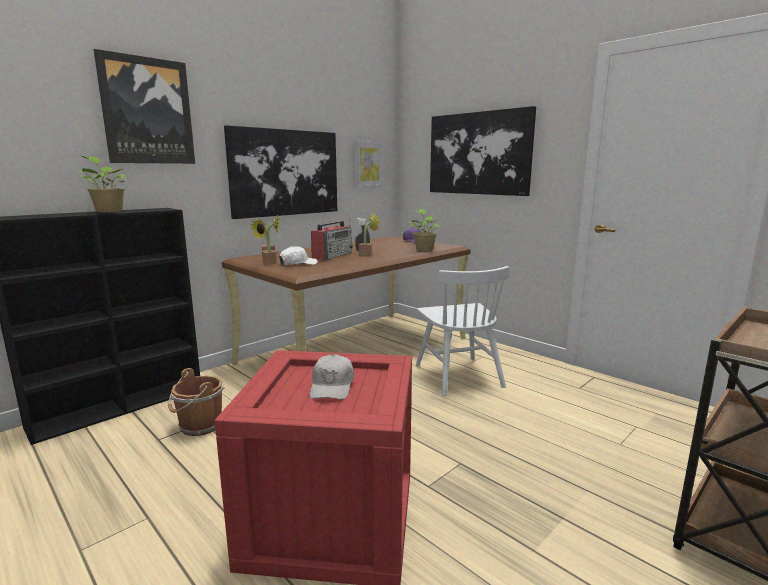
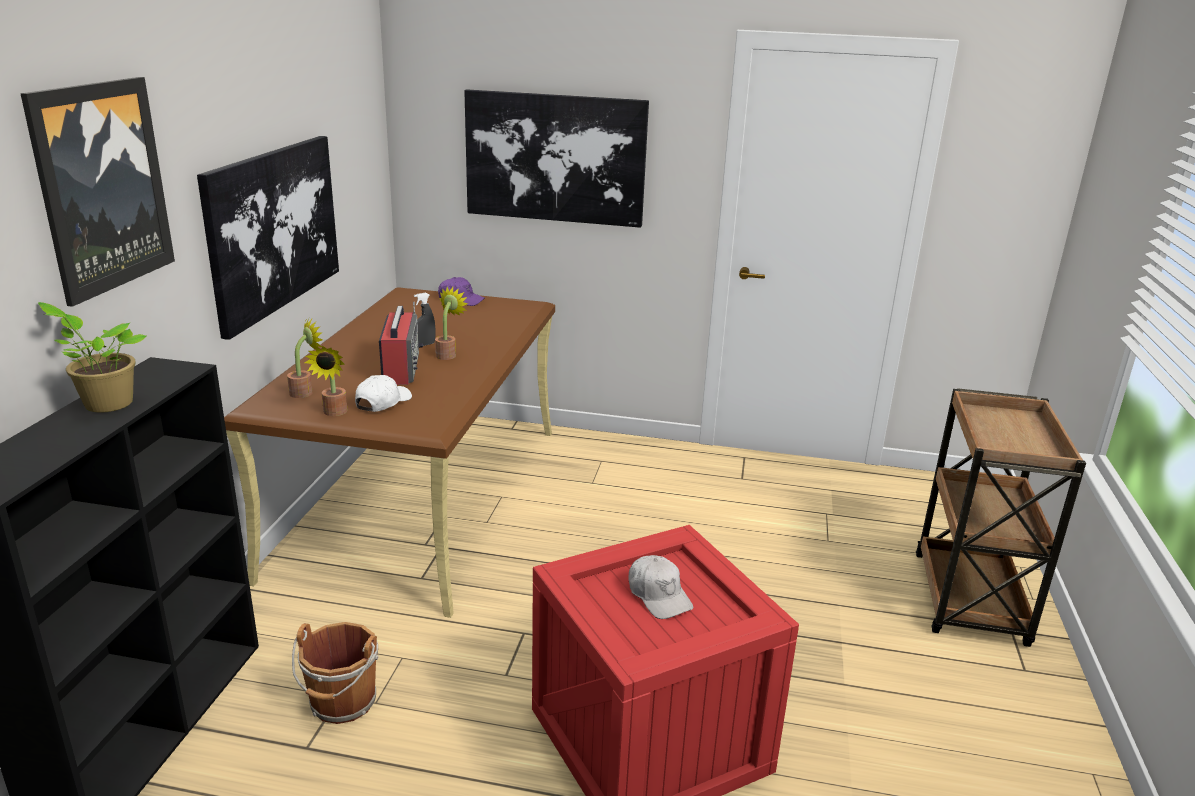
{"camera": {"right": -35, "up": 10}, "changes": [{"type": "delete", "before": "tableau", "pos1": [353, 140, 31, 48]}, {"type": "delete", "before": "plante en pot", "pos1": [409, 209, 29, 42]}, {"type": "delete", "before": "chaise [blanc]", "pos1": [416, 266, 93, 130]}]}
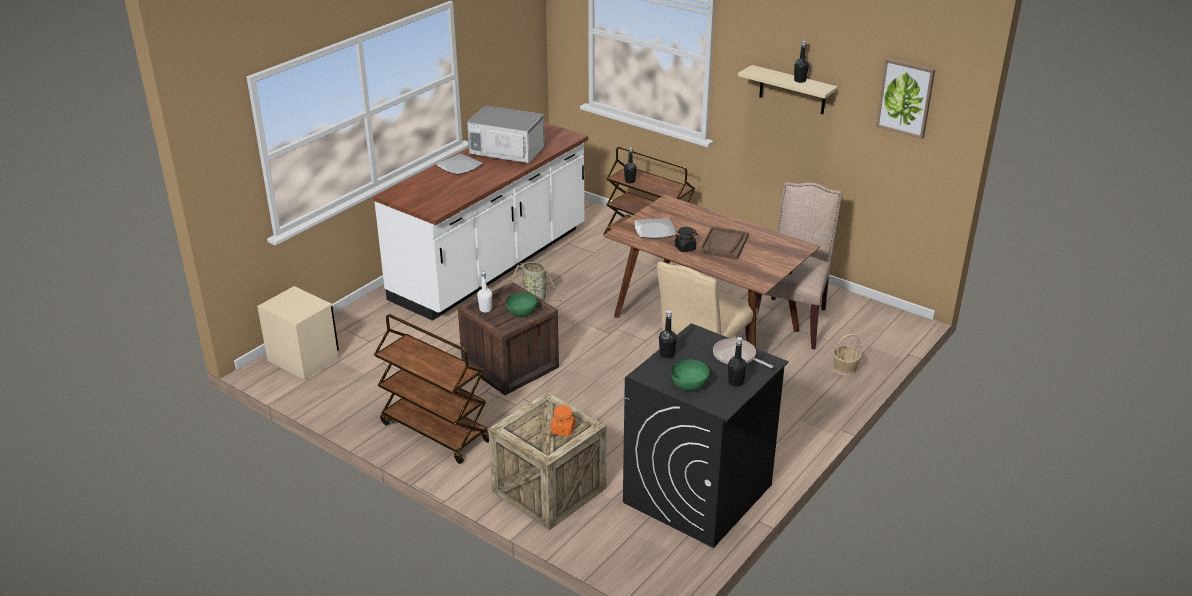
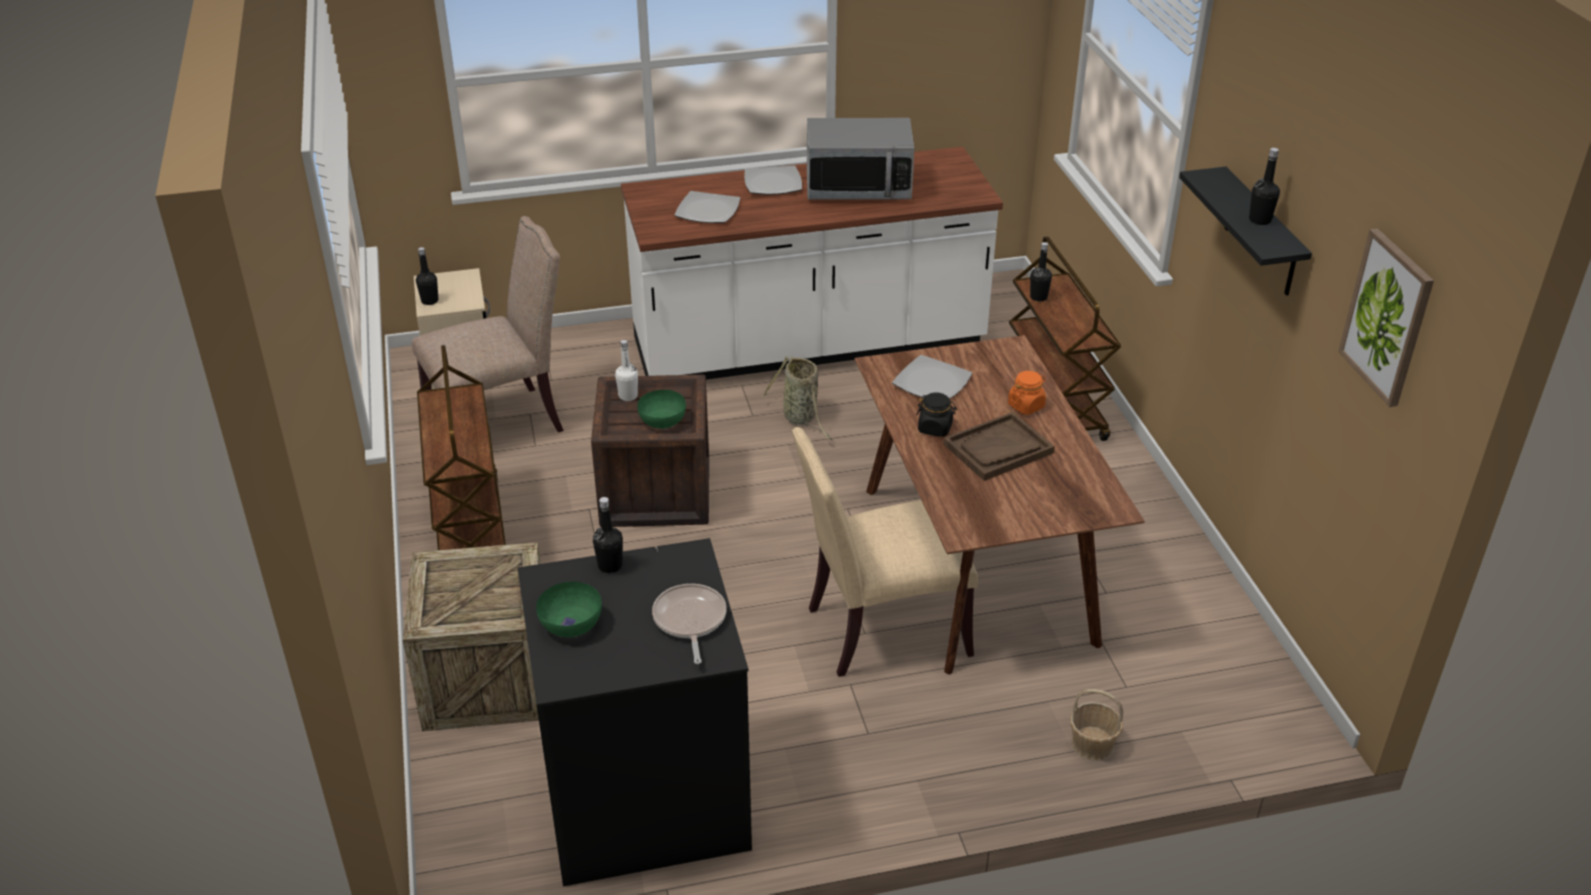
{"camera": {"right": 40, "up": 5}, "changes": [{"type": "insert", "after": "assiette", "pos2": [674, 191, 66, 32]}, {"type": "move", "before": "bocal [orange]", "pos1": [551, 405, 24, 31], "pos2": [1008, 371, 38, 44]}, {"type": "move", "before": "bouteille [noir]", "pos1": [728, 337, 19, 50], "pos2": [416, 247, 22, 58]}, {"type": "move", "before": "chaise [beige]", "pos1": [756, 182, 86, 168], "pos2": [412, 216, 152, 217]}, {"type": "recolor", "before": "étagère [beige]", "after": "étagère [noir]", "pos1": [738, 65, 100, 49], "pos2": [1179, 167, 133, 129]}, {"type": "rotate", "before": "micro-ondes", "pos1": [467, 106, 78, 57], "pos2": [807, 118, 107, 82], "turn": 120}]}
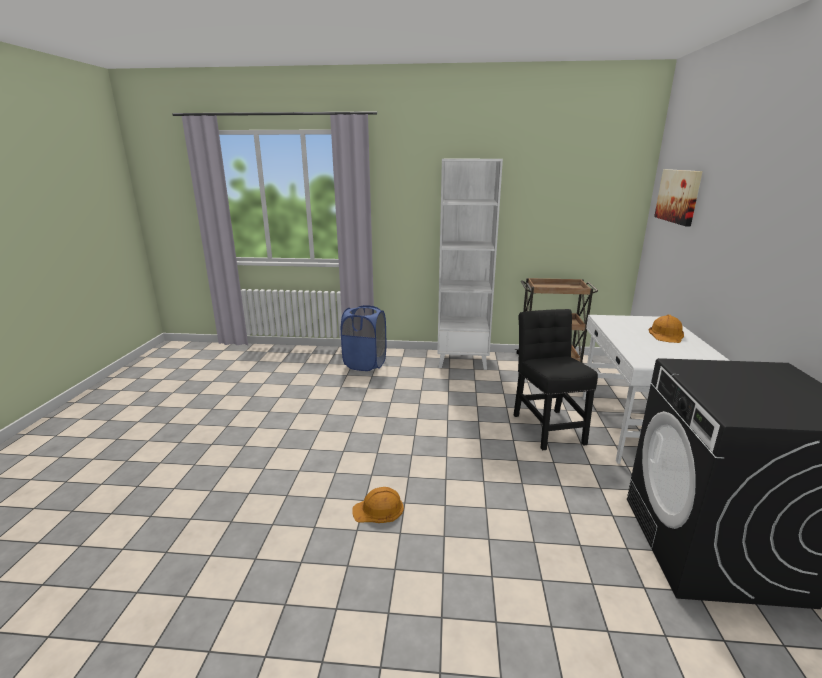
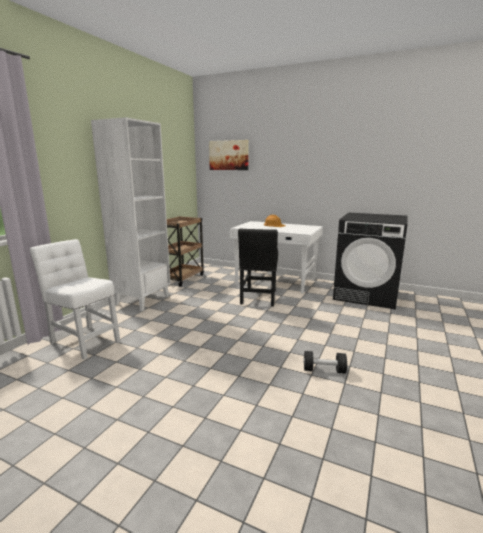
{"camera": {"right": -70, "up": -5}, "changes": [{"type": "replace", "before": "panier à linge [bleu]", "after": "chaise [blanc]", "pos1": [341, 305, 45, 66], "pos2": [30, 239, 90, 120]}, {"type": "replace", "before": "casque de chantier [orange]", "after": "haltère [noir]", "pos1": [352, 487, 52, 36], "pos2": [303, 351, 44, 23]}, {"type": "rotate", "before": "chaise [noir]", "pos1": [514, 309, 84, 141], "pos2": [238, 229, 40, 77], "turn": -90}]}
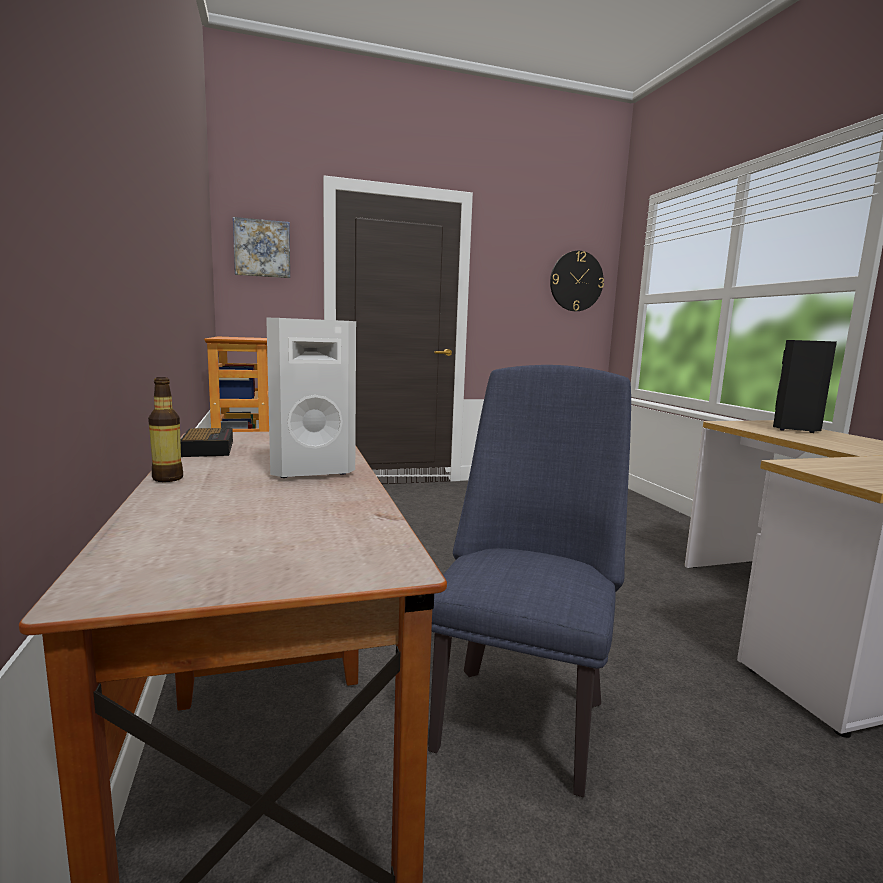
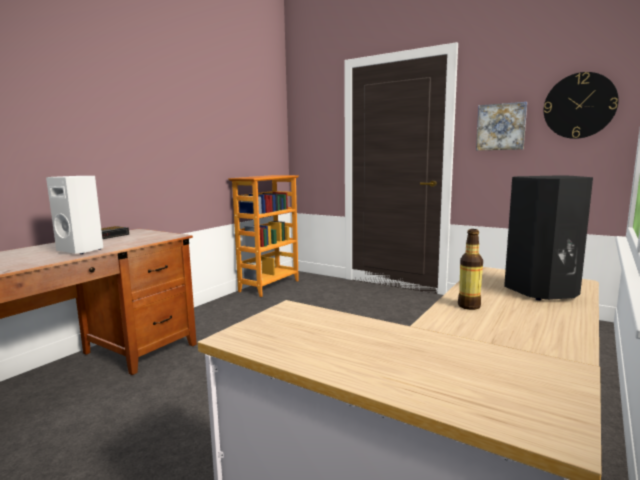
{"camera": {"right": 50, "up": 0}, "changes": [{"type": "delete", "before": "chaise [bleu]", "pos1": [428, 365, 203, 432]}, {"type": "move", "before": "bouteille", "pos1": [148, 377, 35, 105], "pos2": [458, 229, 25, 81]}, {"type": "move", "before": "tableau", "pos1": [233, 217, 57, 61], "pos2": [476, 102, 51, 48]}]}
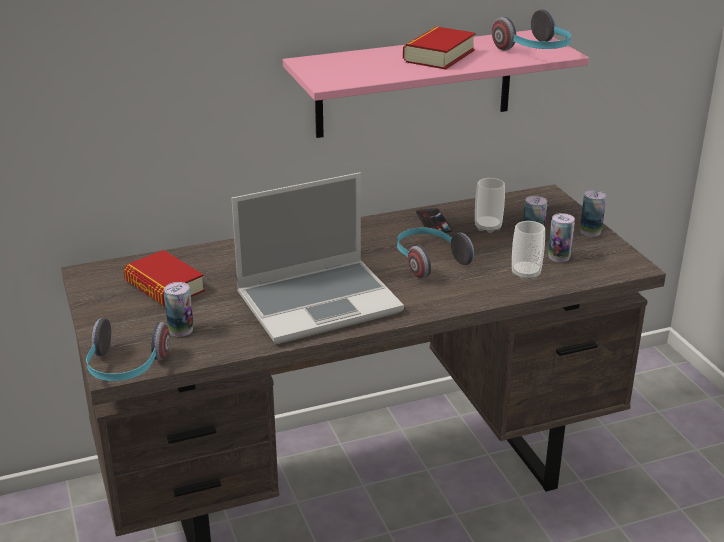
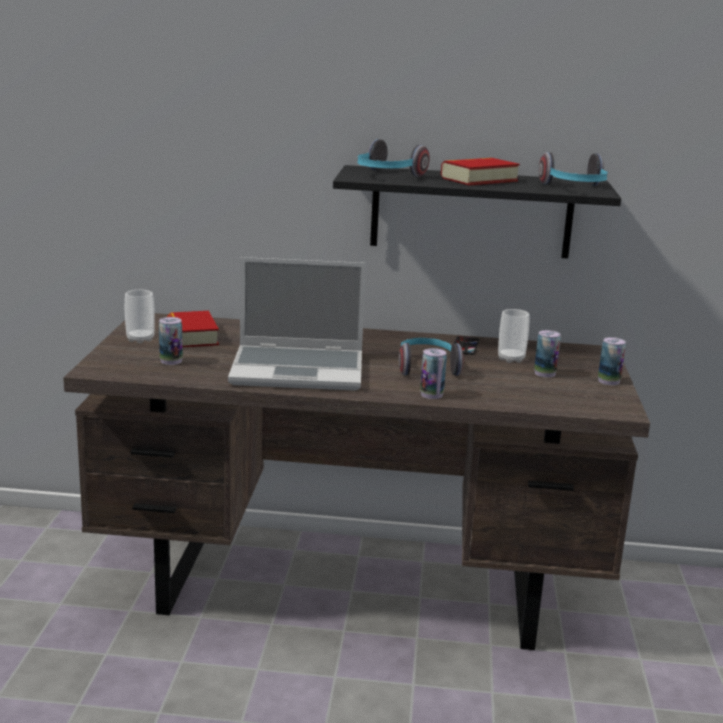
{"camera": {"right": 25, "up": -10}, "changes": [{"type": "move", "before": "casque audio", "pos1": [86, 318, 84, 63], "pos2": [357, 139, 73, 38]}, {"type": "move", "before": "tasse", "pos1": [512, 221, 33, 59], "pos2": [125, 290, 30, 53]}, {"type": "move", "before": "boîte métallique", "pos1": [548, 213, 27, 49], "pos2": [420, 348, 27, 51]}, {"type": "recolor", "before": "étagère [rose]", "after": "étagère [noir]", "pos1": [283, 30, 306, 108], "pos2": [333, 165, 288, 94]}]}
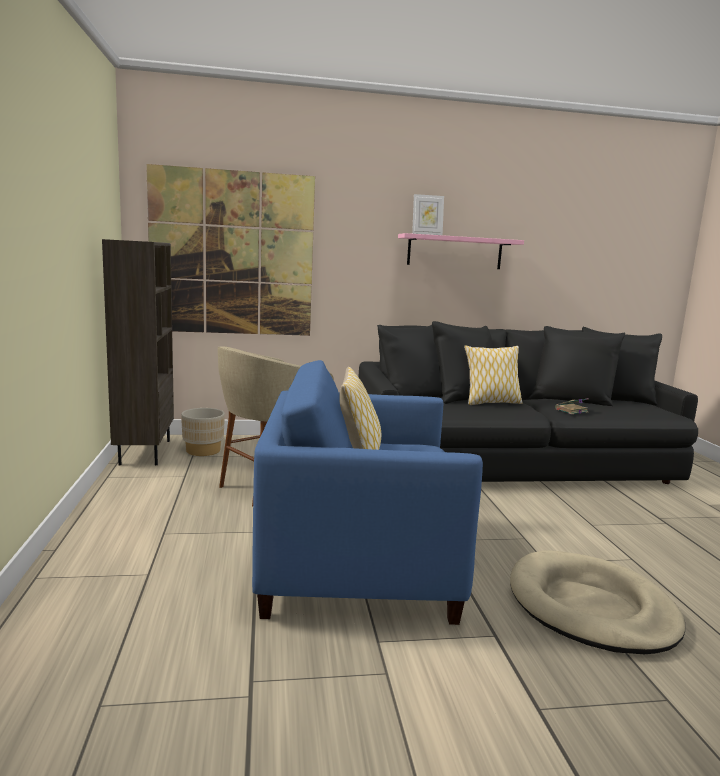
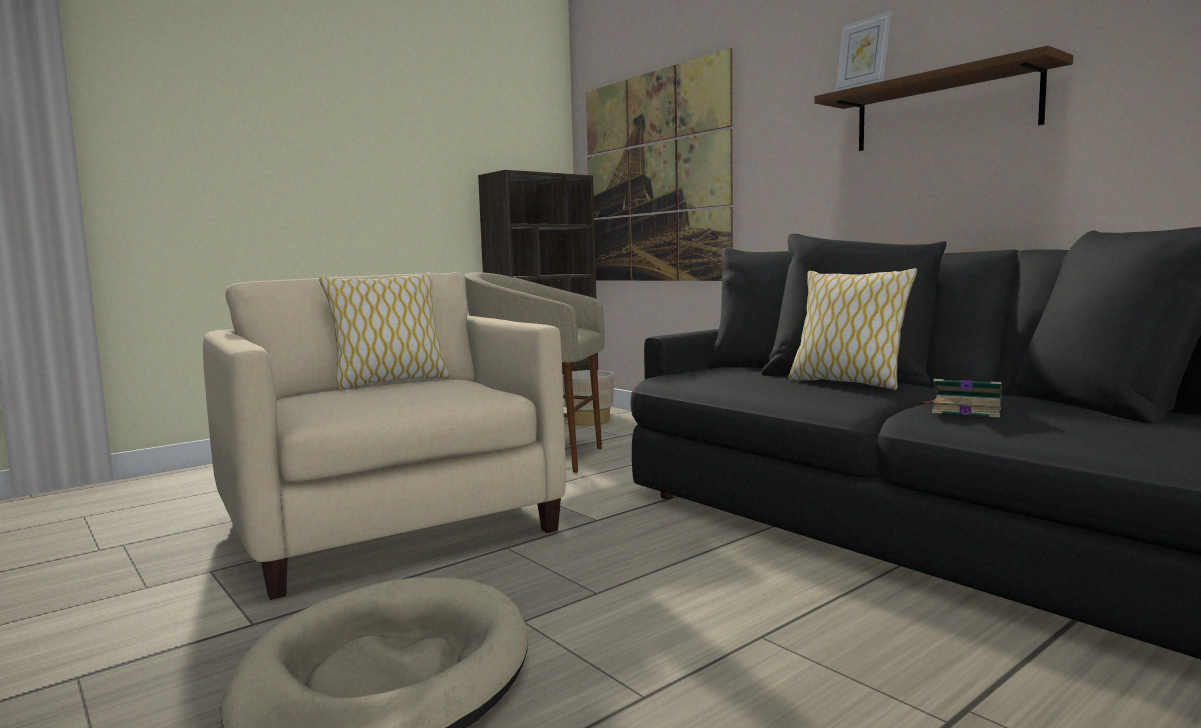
{"camera": {"right": 60, "up": -5}, "changes": [{"type": "recolor", "before": "fauteuil [bleu]", "after": "fauteuil [beige]", "pos1": [252, 360, 231, 265], "pos2": [203, 272, 363, 328]}, {"type": "recolor", "before": "étagère [rose]", "after": "étagère [marron]", "pos1": [398, 233, 126, 36], "pos2": [814, 45, 259, 106]}]}
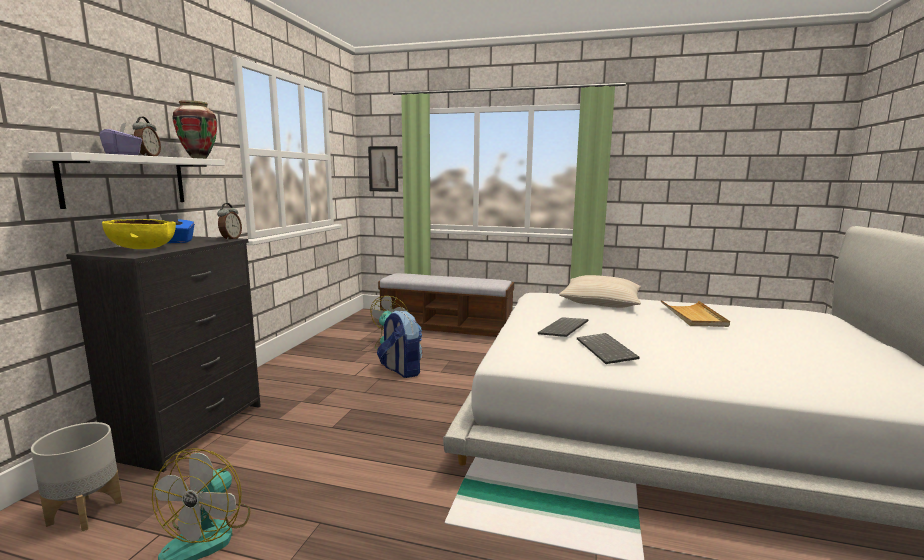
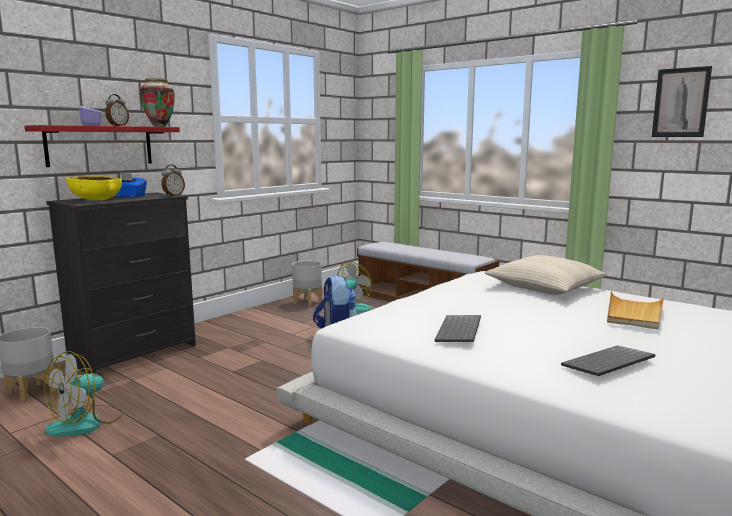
{"camera": {"right": 25, "up": 0}, "changes": [{"type": "insert", "after": "cache-pot [gris]", "pos2": [292, 261, 30, 46]}, {"type": "move", "before": "tableau", "pos1": [368, 146, 30, 46], "pos2": [652, 66, 60, 71]}, {"type": "move", "before": "clavier", "pos1": [538, 317, 50, 20], "pos2": [561, 345, 94, 31]}, {"type": "recolor", "before": "étagère [blanc]", "after": "étagère [rouge]", "pos1": [28, 152, 197, 57], "pos2": [25, 125, 155, 42]}]}
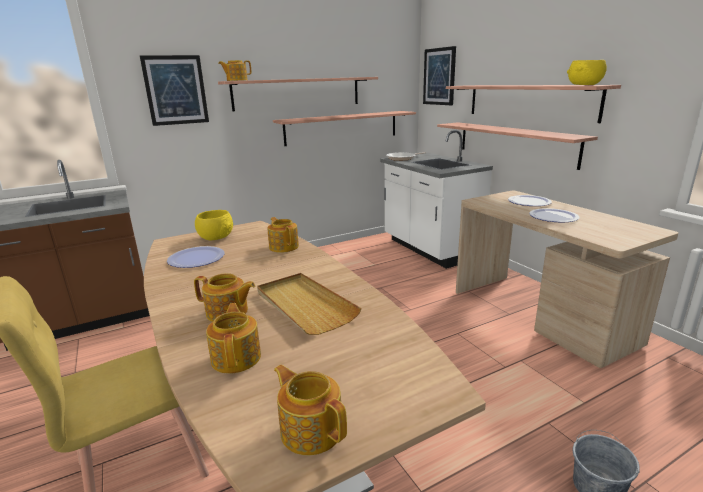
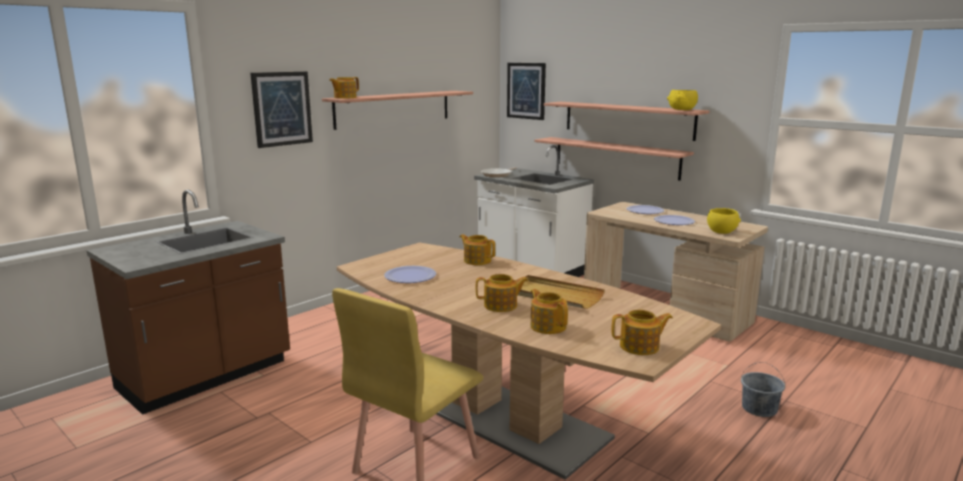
{"camera": {"right": -20, "up": -5}, "changes": [{"type": "delete", "before": "étagère", "pos1": [273, 111, 143, 35]}, {"type": "move", "before": "bol [jaune]", "pos1": [195, 210, 38, 30], "pos2": [707, 208, 34, 26]}, {"type": "rotate", "before": "théière", "pos1": [274, 365, 73, 90], "pos2": [611, 310, 62, 45], "turn": 150}]}
